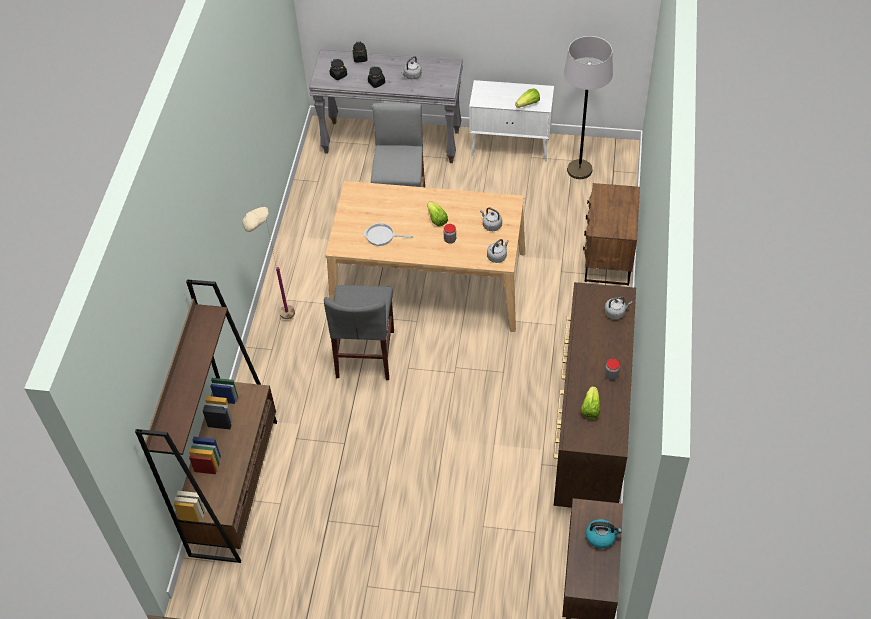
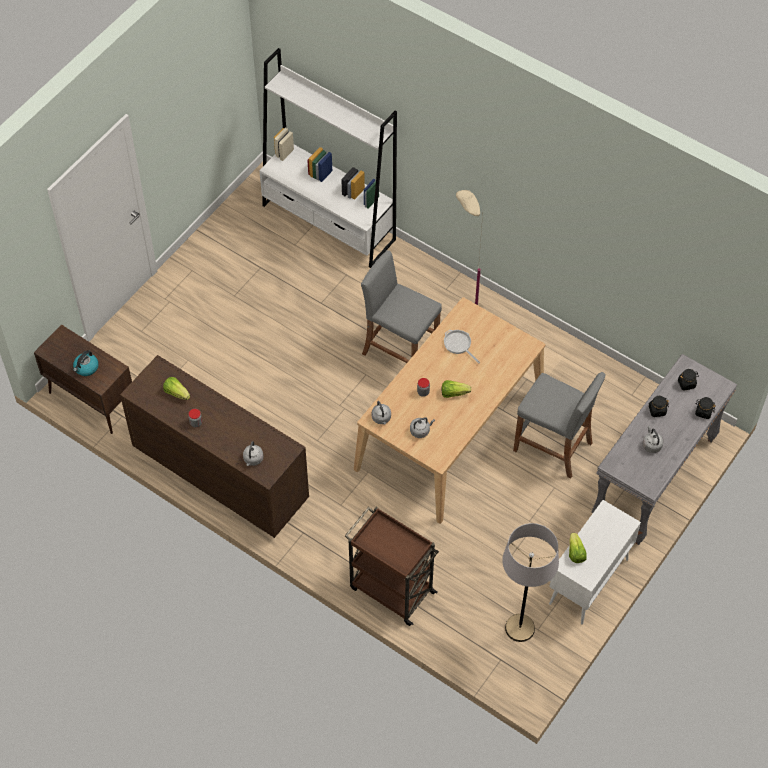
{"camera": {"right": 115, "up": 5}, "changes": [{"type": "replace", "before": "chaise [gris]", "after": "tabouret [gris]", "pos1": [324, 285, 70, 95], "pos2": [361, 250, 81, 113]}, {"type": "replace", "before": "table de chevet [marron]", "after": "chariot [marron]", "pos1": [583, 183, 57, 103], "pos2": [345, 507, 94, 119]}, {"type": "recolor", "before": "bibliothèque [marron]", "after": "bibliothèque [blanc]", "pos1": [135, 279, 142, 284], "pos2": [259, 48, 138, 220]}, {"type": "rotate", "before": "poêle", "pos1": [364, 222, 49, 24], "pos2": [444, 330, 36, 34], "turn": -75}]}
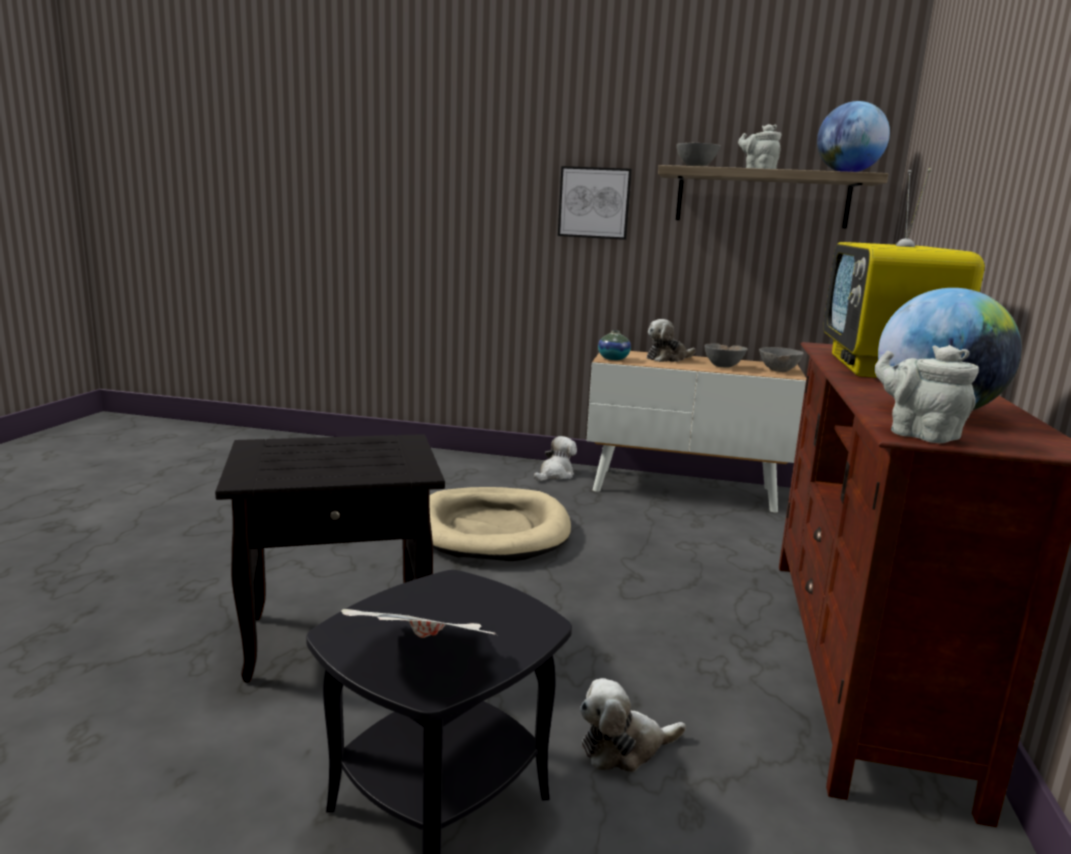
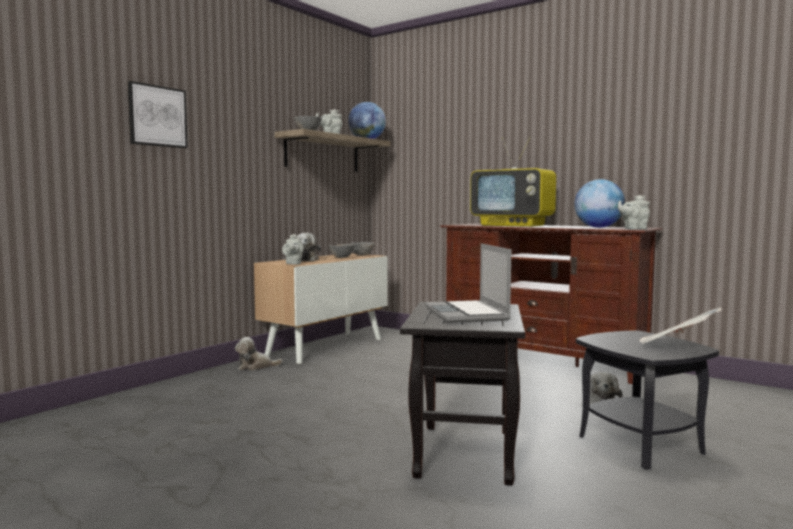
{"camera": {"right": -65, "up": -10}, "changes": [{"type": "delete", "before": "panier pour chien [beige]", "pos1": [429, 487, 142, 74]}, {"type": "insert", "after": "ordinateur portable", "pos2": [425, 243, 86, 80]}, {"type": "move", "before": "tableau", "pos1": [558, 166, 74, 74], "pos2": [127, 81, 61, 67]}, {"type": "replace", "before": "vase", "after": "théière [gris]", "pos1": [598, 330, 33, 30], "pos2": [282, 234, 21, 31]}, {"type": "rotate", "before": "peluche", "pos1": [534, 436, 43, 45], "pos2": [235, 337, 48, 33], "turn": -75}]}
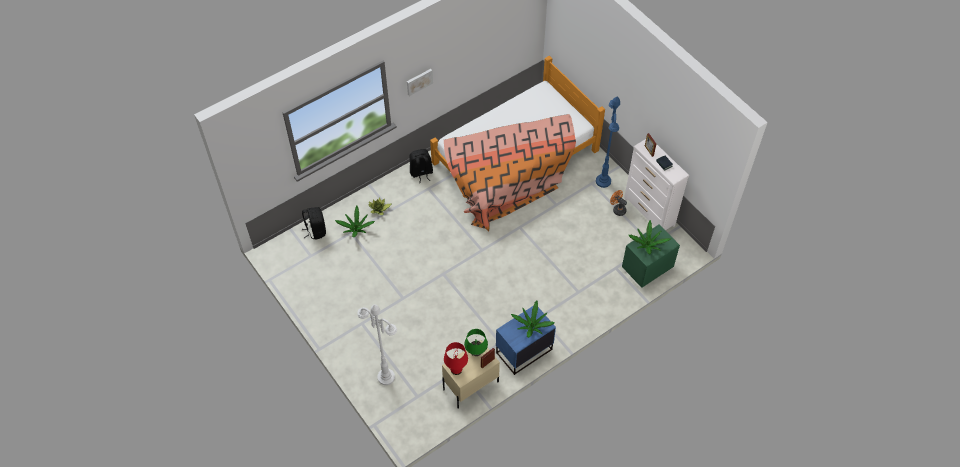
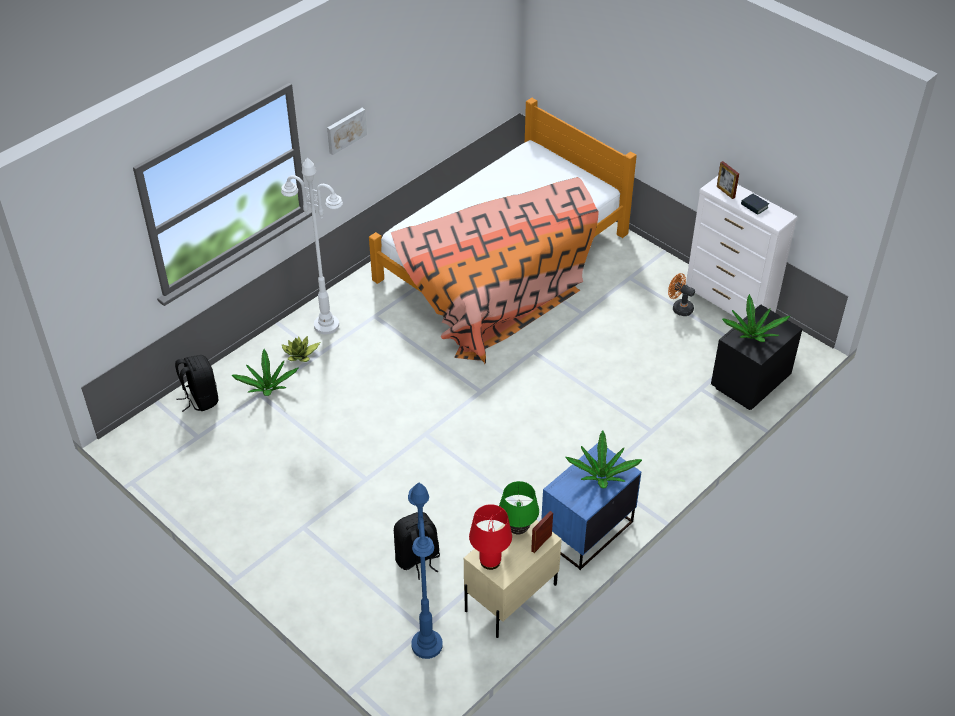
{"camera": {"right": -10, "up": -10}, "changes": [{"type": "move", "before": "lampadaire [blanc]", "pos1": [357, 305, 40, 80], "pos2": [281, 157, 62, 177]}, {"type": "move", "before": "sac à dos [noir]", "pos1": [409, 149, 24, 33], "pos2": [394, 512, 46, 68]}, {"type": "move", "before": "lampadaire [bleu]", "pos1": [596, 97, 24, 91], "pos2": [408, 483, 35, 176]}, {"type": "recolor", "before": "table de chevet [vert]", "after": "table de chevet [noir]", "pos1": [622, 225, 58, 63], "pos2": [711, 304, 91, 106]}]}
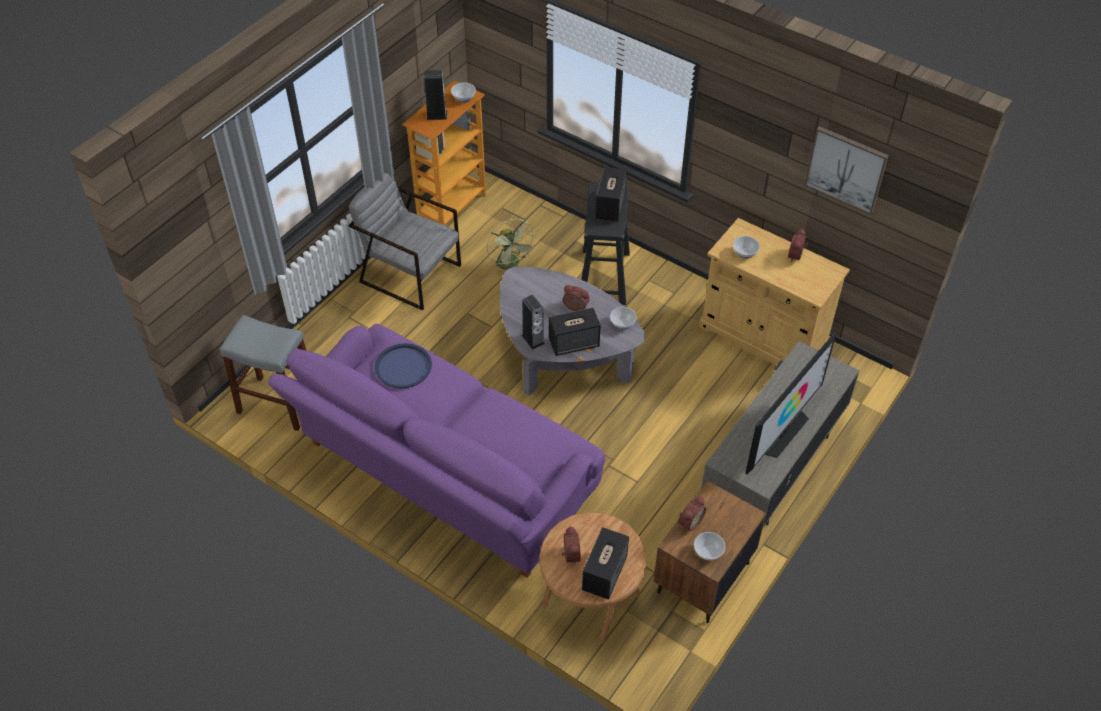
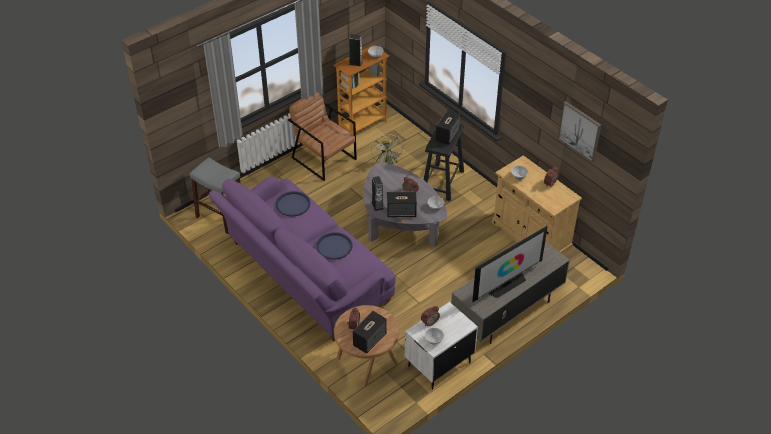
{"camera": {"right": 15, "up": -5}, "changes": [{"type": "insert", "after": "plateau [bleu]", "pos2": [316, 232, 37, 28]}, {"type": "recolor", "before": "fauteuil [gris]", "after": "fauteuil [marron]", "pos1": [349, 173, 112, 138], "pos2": [288, 92, 69, 89]}, {"type": "recolor", "before": "table de chevet [marron]", "after": "table de chevet [blanc]", "pos1": [654, 481, 112, 142], "pos2": [405, 302, 73, 88]}]}
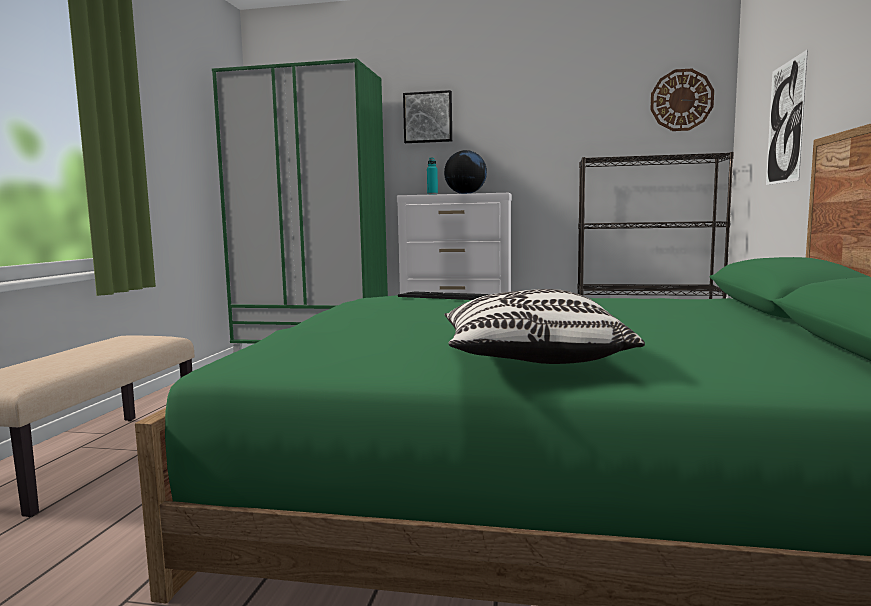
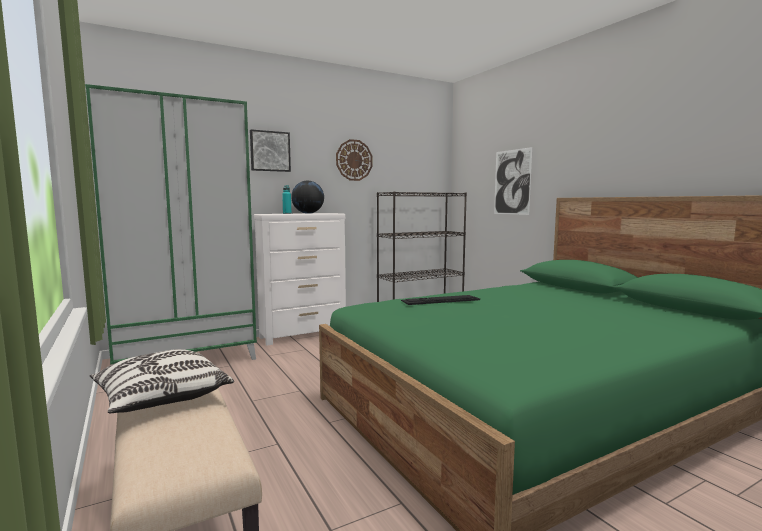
{"camera": {"right": -40, "up": 0}, "changes": [{"type": "move", "before": "coussin", "pos1": [444, 289, 201, 75], "pos2": [90, 349, 144, 64]}, {"type": "move", "before": "horloge murale", "pos1": [650, 68, 64, 63], "pos2": [336, 139, 36, 42]}]}
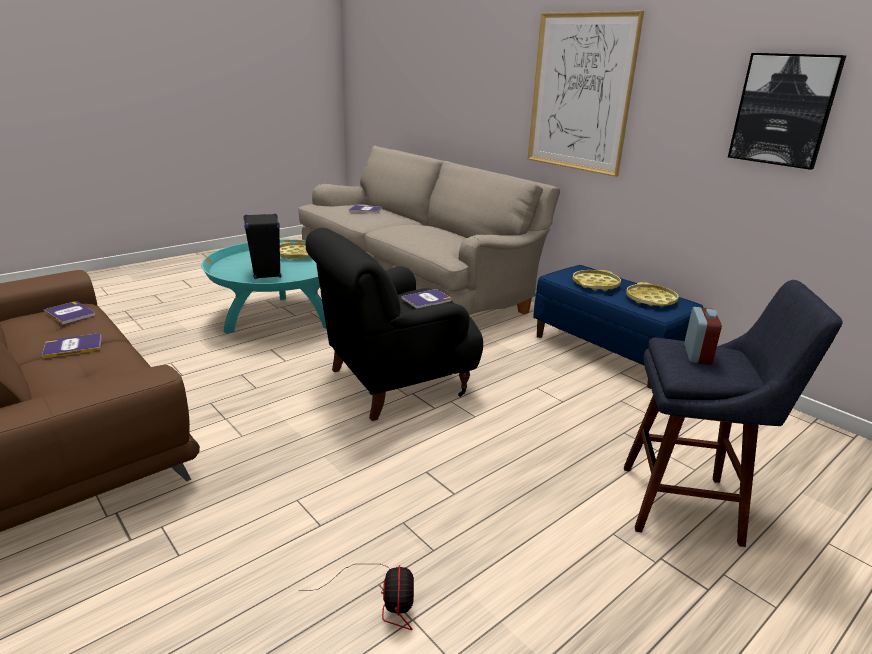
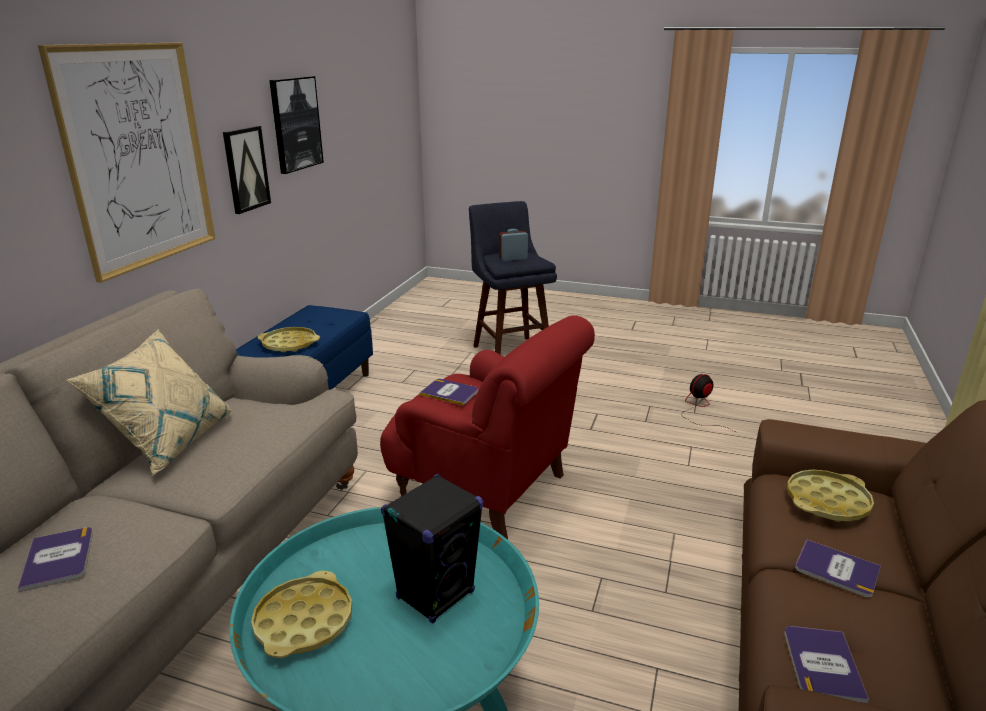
{"camera": {"right": -120, "up": 0}, "changes": [{"type": "insert", "after": "coussin [beige]", "pos2": [66, 329, 166, 147]}, {"type": "insert", "after": "tableau", "pos2": [223, 126, 48, 88]}, {"type": "move", "before": "plateau [jaune]", "pos1": [626, 282, 52, 24], "pos2": [787, 469, 87, 53]}, {"type": "recolor", "before": "fauteuil [noir]", "after": "fauteuil [rouge]", "pos1": [306, 228, 177, 193], "pos2": [380, 315, 215, 224]}]}
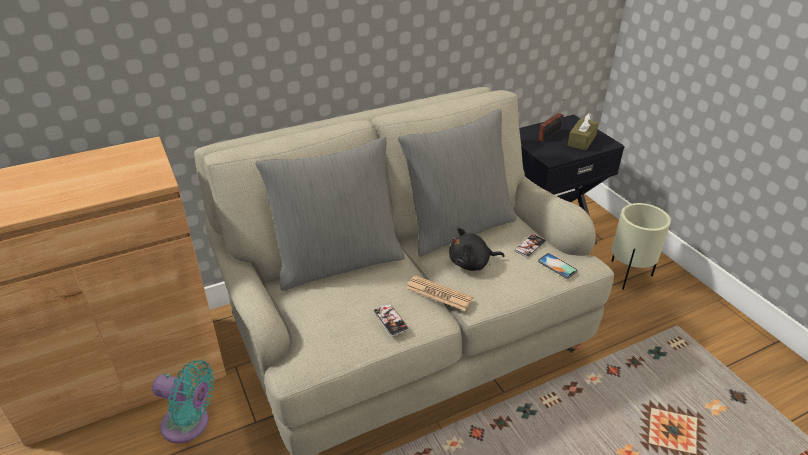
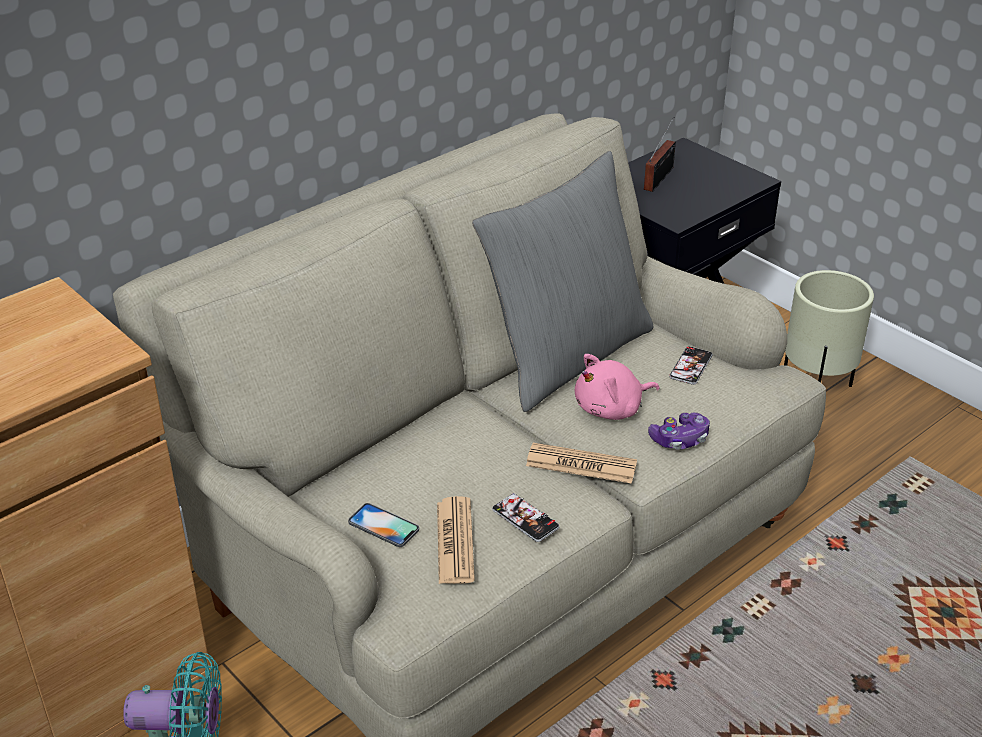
{"camera": {"right": -15, "up": 0}, "changes": [{"type": "delete", "before": "coussin [gris]", "pos1": [255, 137, 150, 154]}, {"type": "delete", "before": "boîte à mouchoirs [marron]", "pos1": [567, 113, 32, 37]}, {"type": "insert", "after": "journal", "pos2": [437, 496, 38, 88]}, {"type": "insert", "after": "manette", "pos2": [648, 413, 62, 36]}, {"type": "move", "before": "téléphone", "pos1": [538, 253, 40, 26], "pos2": [348, 503, 71, 44]}, {"type": "recolor", "before": "peluche [noir]", "after": "peluche [rose]", "pos1": [449, 228, 56, 43], "pos2": [575, 354, 84, 66]}]}
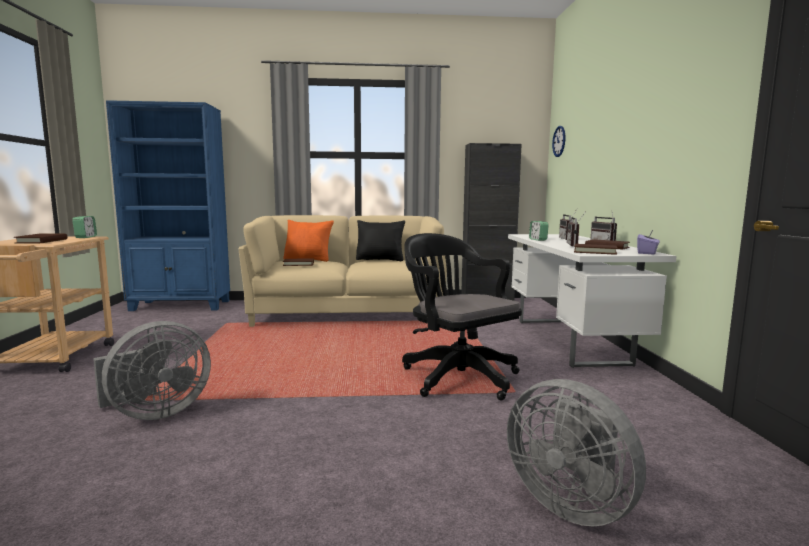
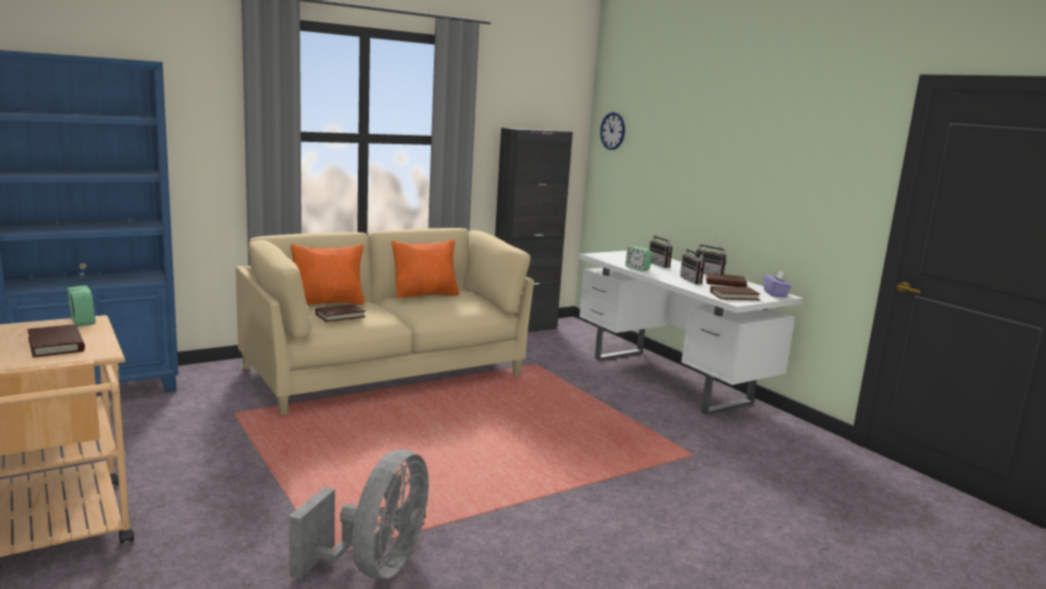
{"camera": {"right": -30, "up": 5}, "changes": [{"type": "delete", "before": "chaise de bureau [noir]", "pos1": [402, 233, 120, 167]}, {"type": "delete", "before": "ventilateur [gris]", "pos1": [507, 379, 139, 147]}, {"type": "recolor", "before": "coussin [noir]", "after": "coussin [orange]", "pos1": [356, 220, 49, 41], "pos2": [391, 239, 68, 59]}]}
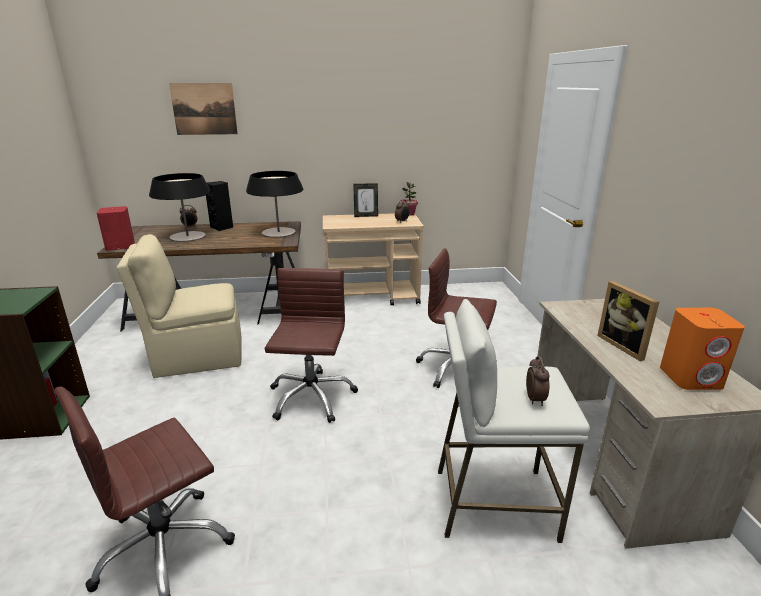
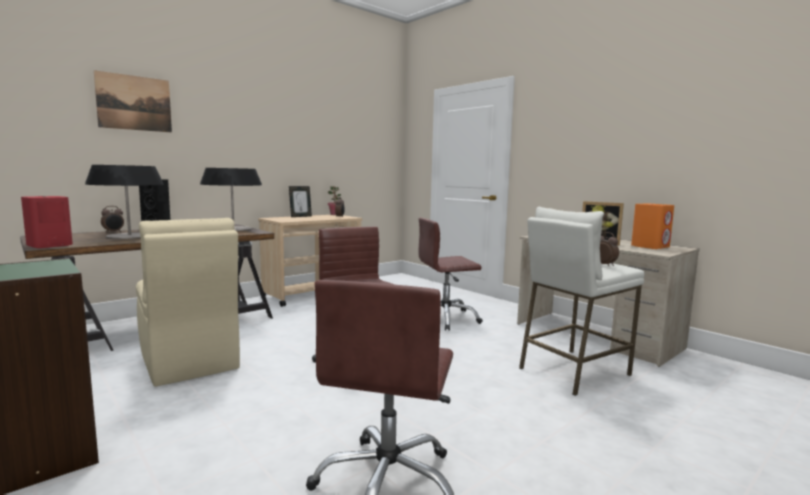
{"camera": {"right": -35, "up": -15}, "changes": [{"type": "rotate", "before": "chaise [beige]", "pos1": [117, 234, 125, 144], "pos2": [136, 218, 104, 169], "turn": -75}]}
